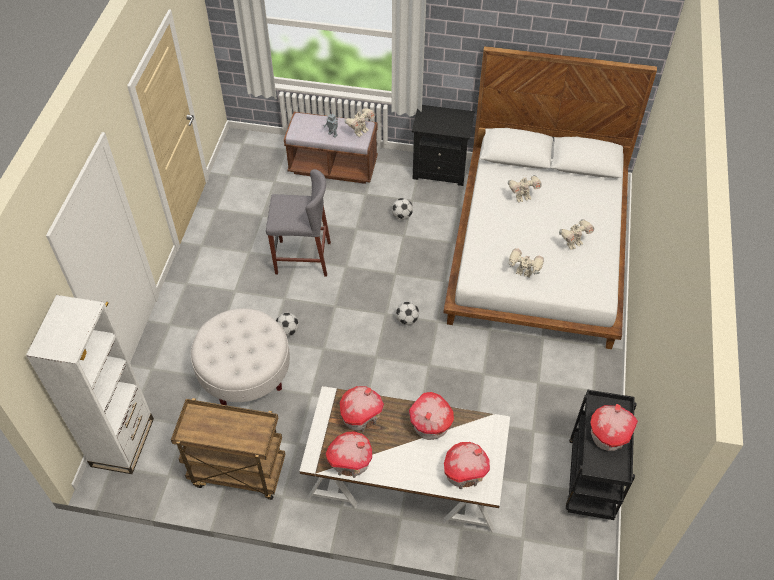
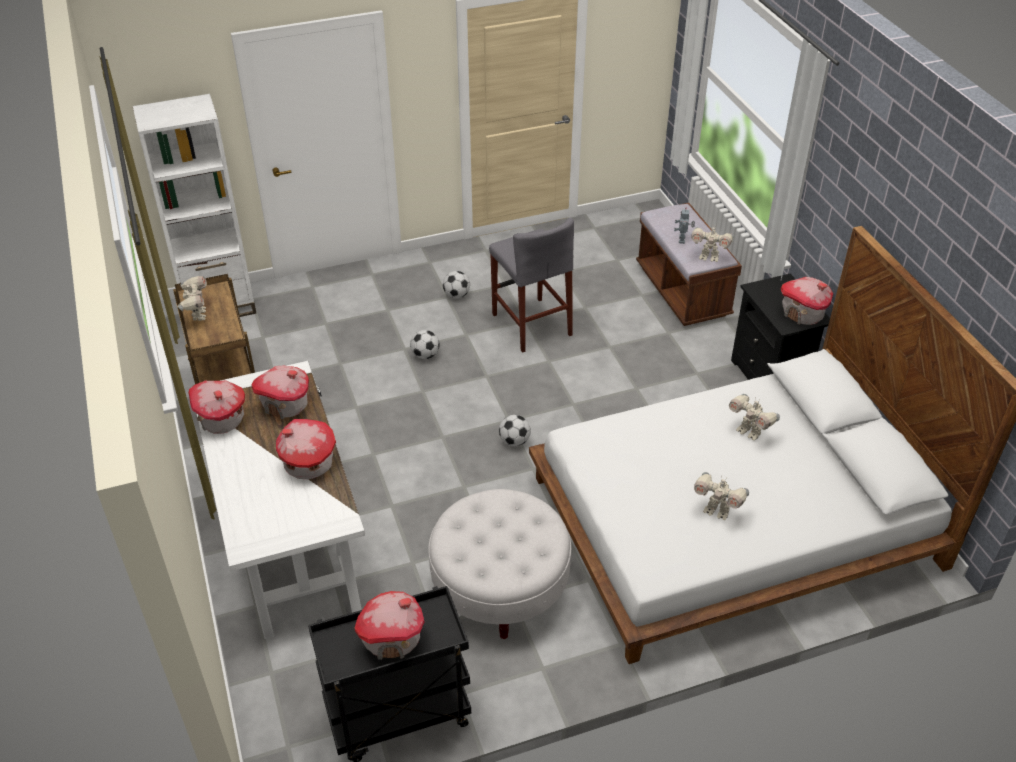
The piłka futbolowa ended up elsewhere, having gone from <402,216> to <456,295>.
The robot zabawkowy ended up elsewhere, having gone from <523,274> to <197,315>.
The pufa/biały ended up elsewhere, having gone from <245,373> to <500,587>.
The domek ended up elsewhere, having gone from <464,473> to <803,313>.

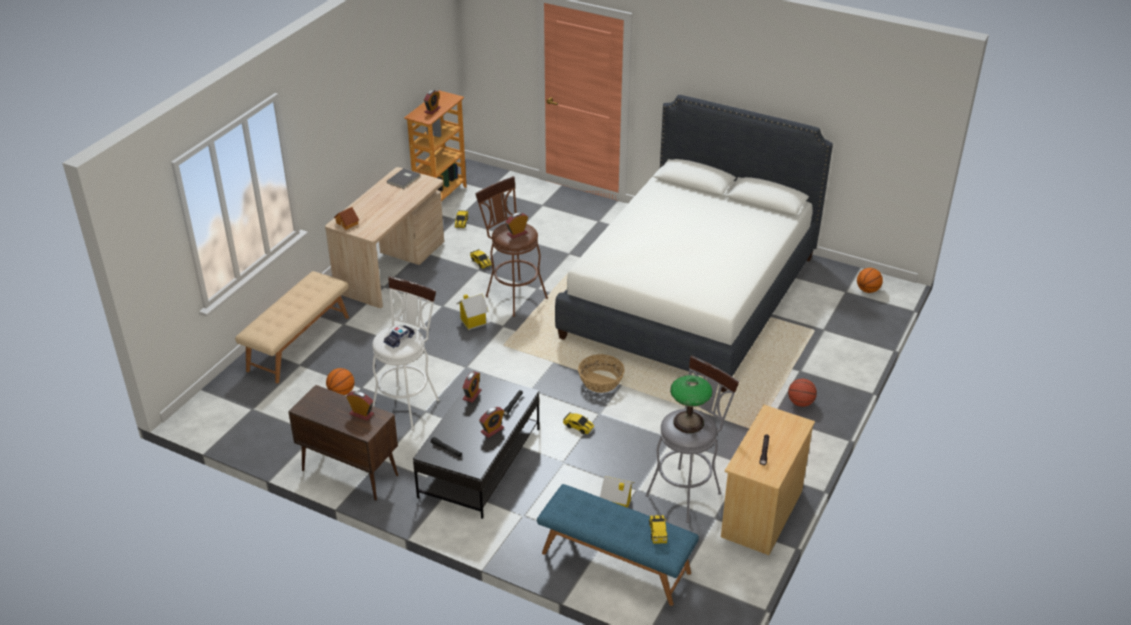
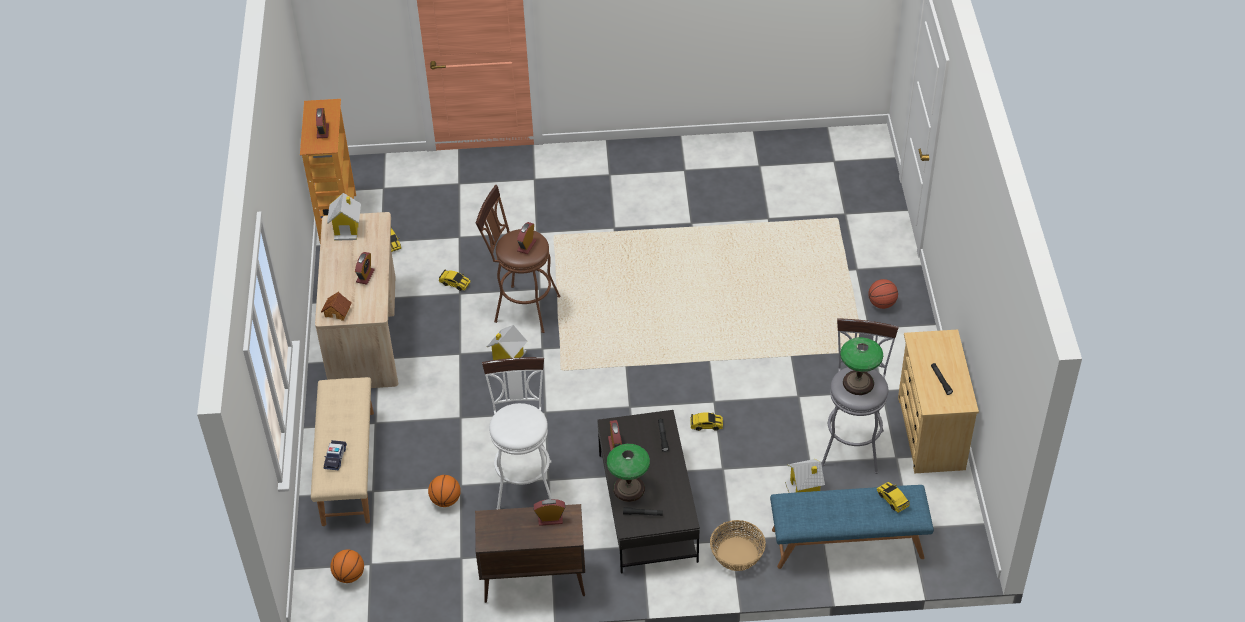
The second view lost the łóżko/biały at <691,296>.
Where the książka/szary stood at <404,179>, the domek came to stand at <347,229>.
The piłka do koszykówki ended up elsewhere, having gone from <867,290> to <349,575>.
The samochodzik ended up elsewhere, having gone from <399,339> to <335,457>.
The koszyk ended up elsewhere, having gone from <601,381> to <737,554>.
The budzik ended up elsewhere, having gone from <492,430> to <365,276>.
The second view gained the lampa stołowa at <629,488>.

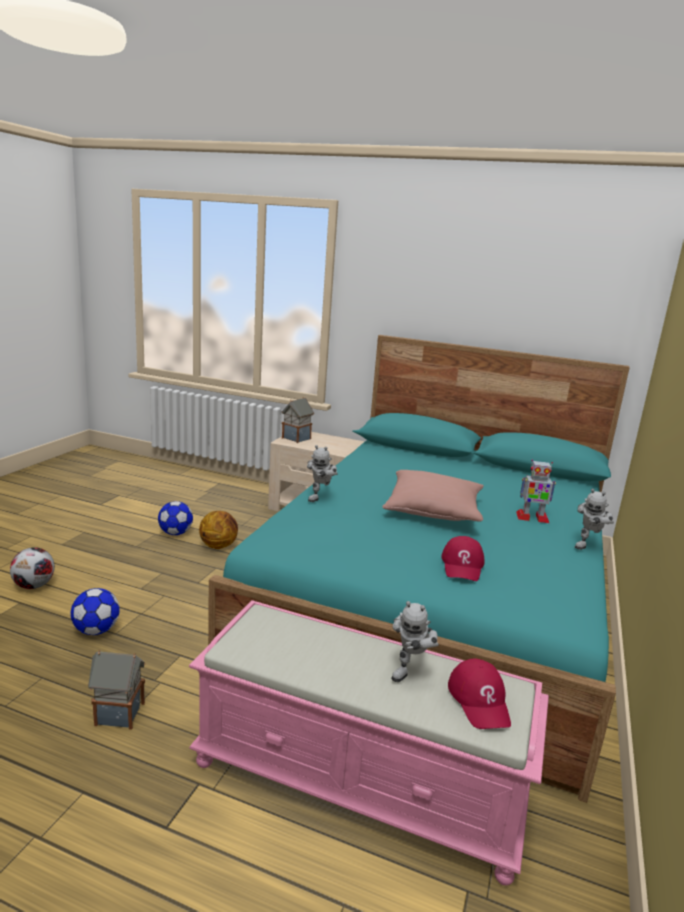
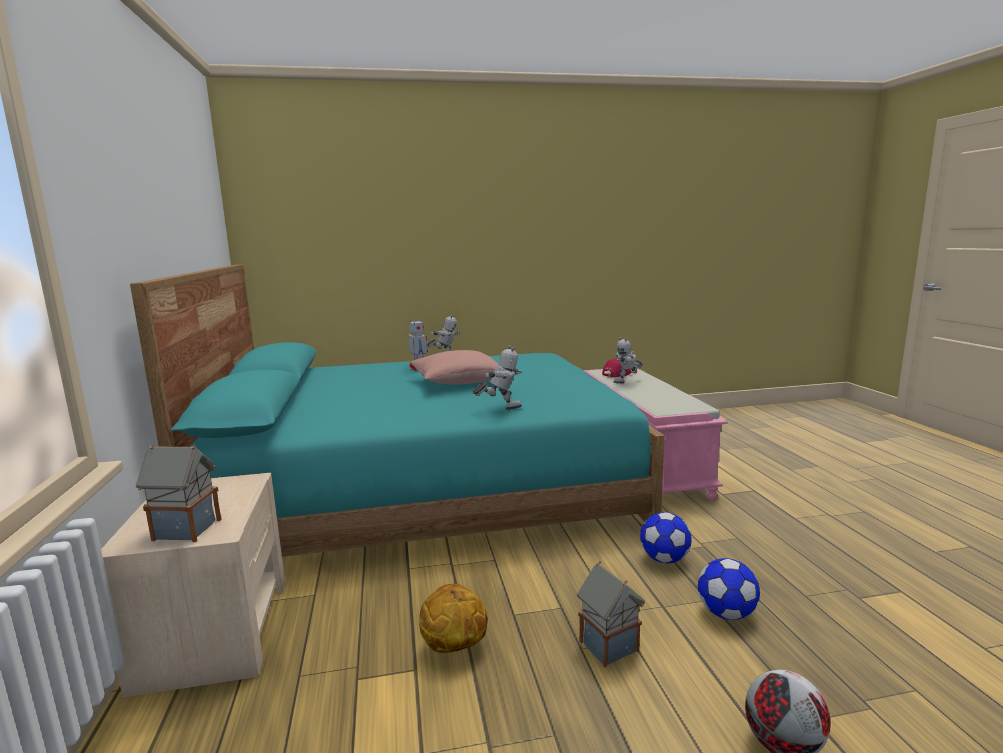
The piłka futbolowa ended up elsewhere, having gone from <175,533> to <664,559>.
The second view lost the czapka z daszkiem/czerwony at <462,565>.
The robot zabawkowy at <410,670> ended up facing another way, 150 degrees clockwise from before.
The domek ended up elsewhere, having gone from <118,714> to <610,647>.

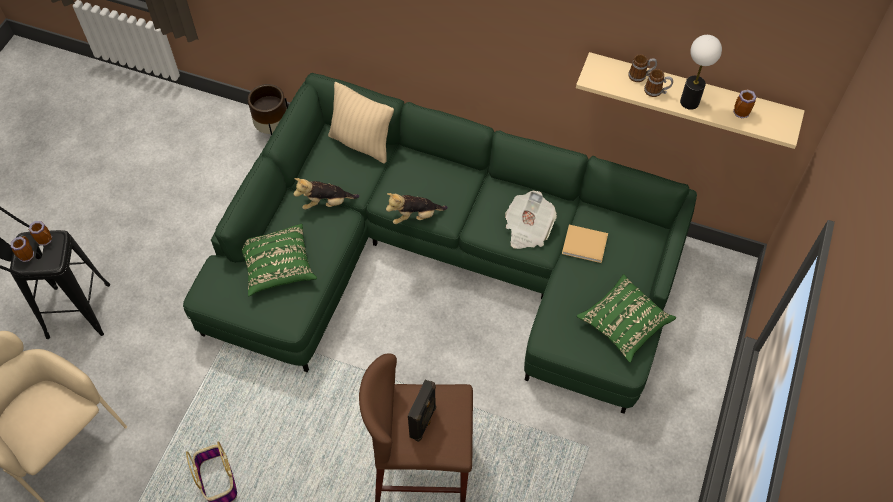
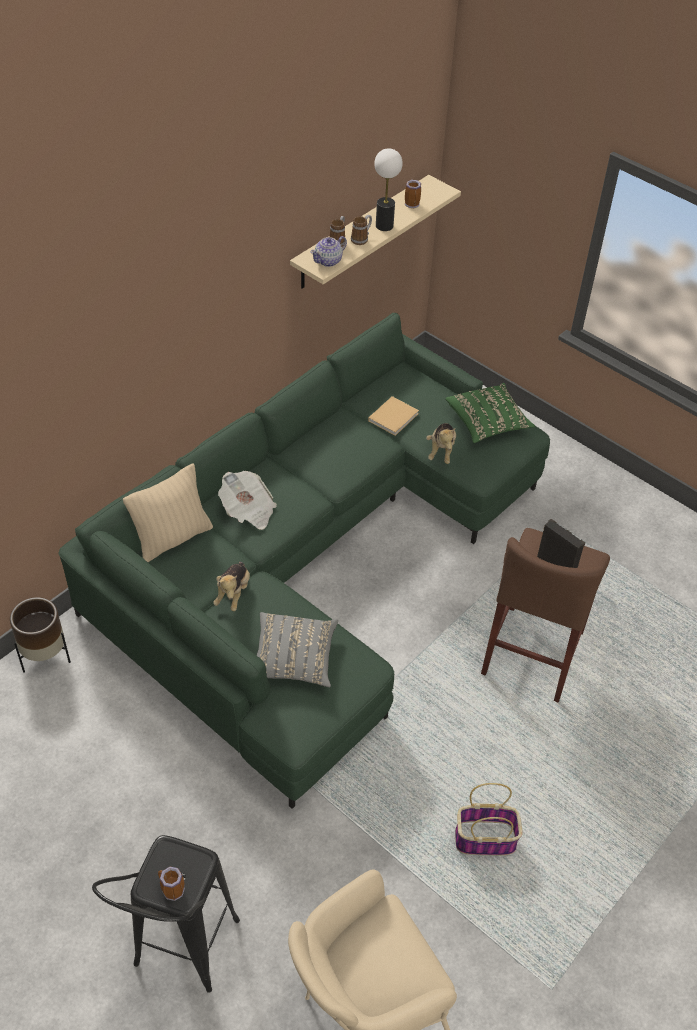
The gazeta ended up elsewhere, having gone from <527,229> to <248,510>.
The pluszak ended up elsewhere, having gone from <415,216> to <441,451>.
The second view lost the kubek at <46,239>.
What was the poduszka/zielony at <278,266> turned into the poduszka/szary at <294,658>.
The second view gained the imbryk at <328,261>.

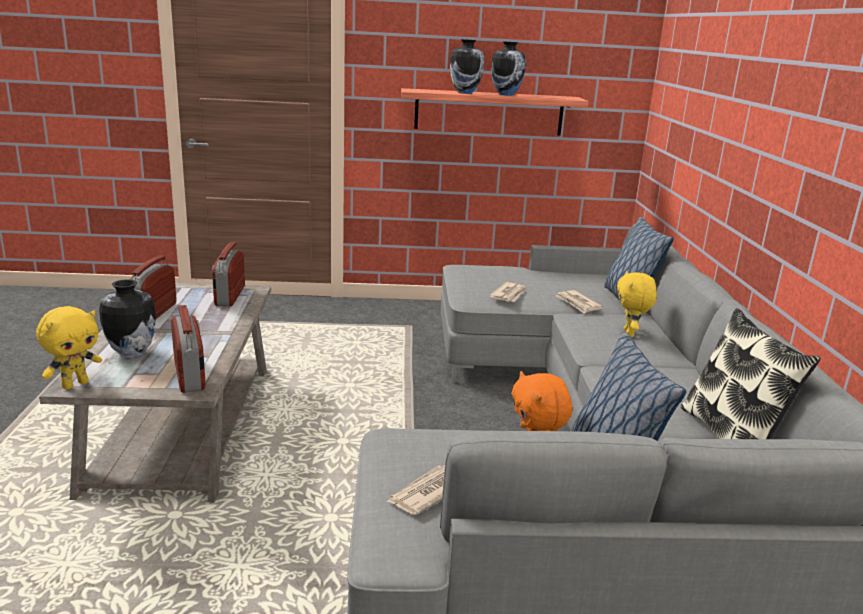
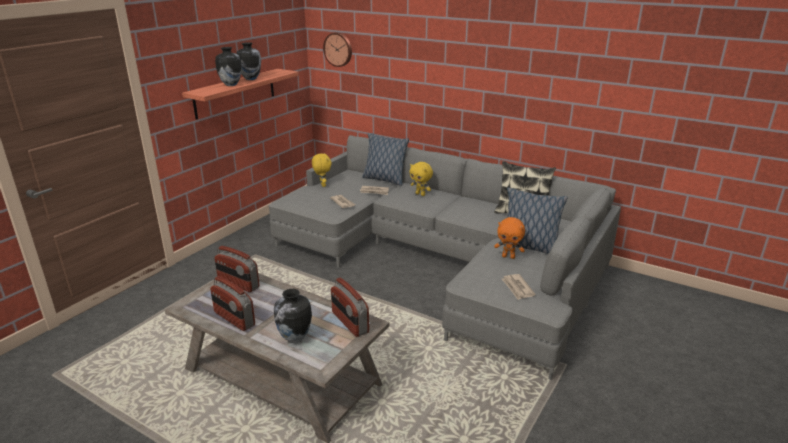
The radio at <190,375> ended up facing another way, 135 degrees counterclockwise from before.
The pluszak/żółty ended up elsewhere, having gone from <75,384> to <322,185>.
The second view gained the zegar ścienny at <338,49>.

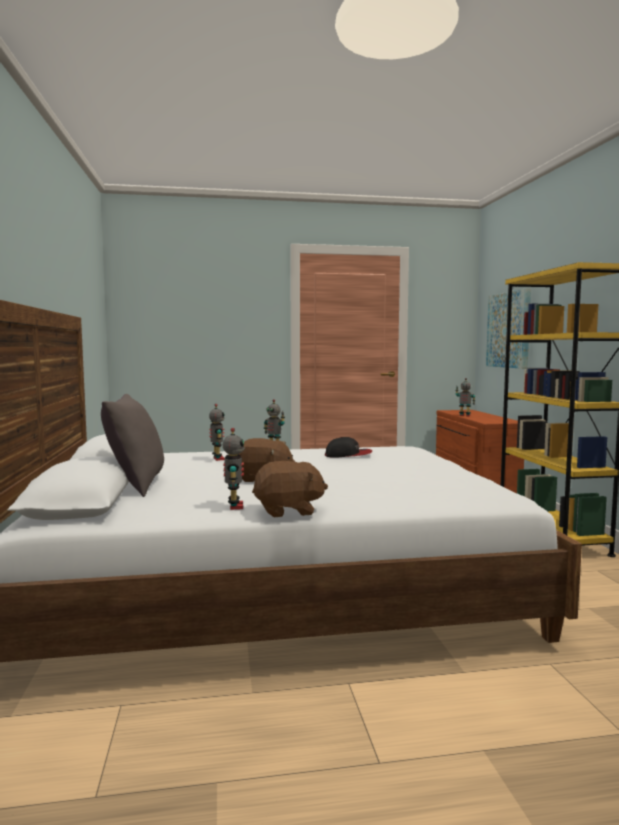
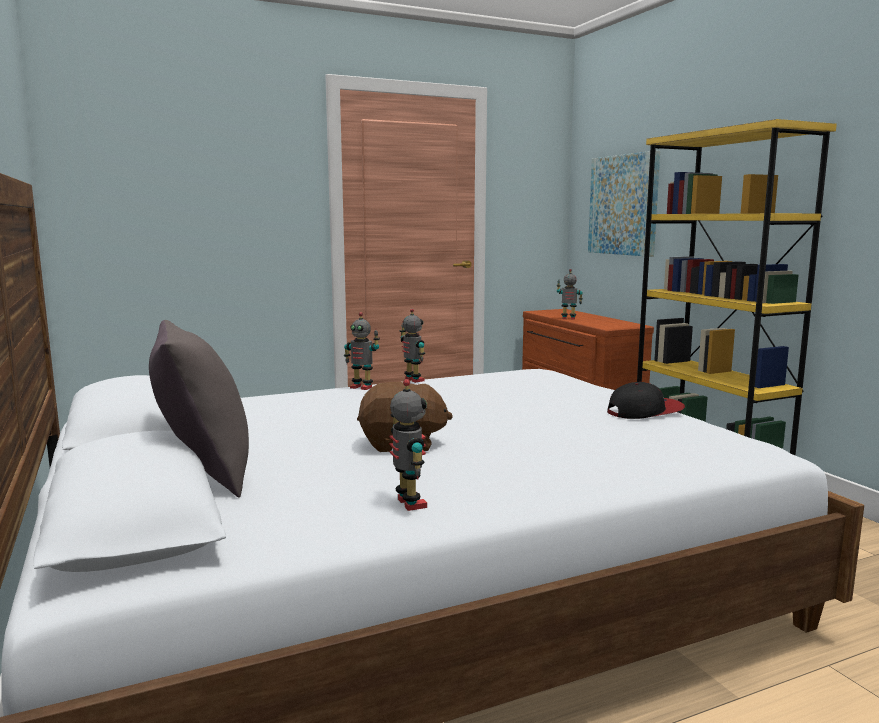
The robot zabawkowy ended up elsewhere, having gone from <217,459> to <413,380>.
The czapka z daszkiem ended up elsewhere, having gone from <348,455> to <645,411>.
The second view lost the pluszak/brązowy at <288,511>.

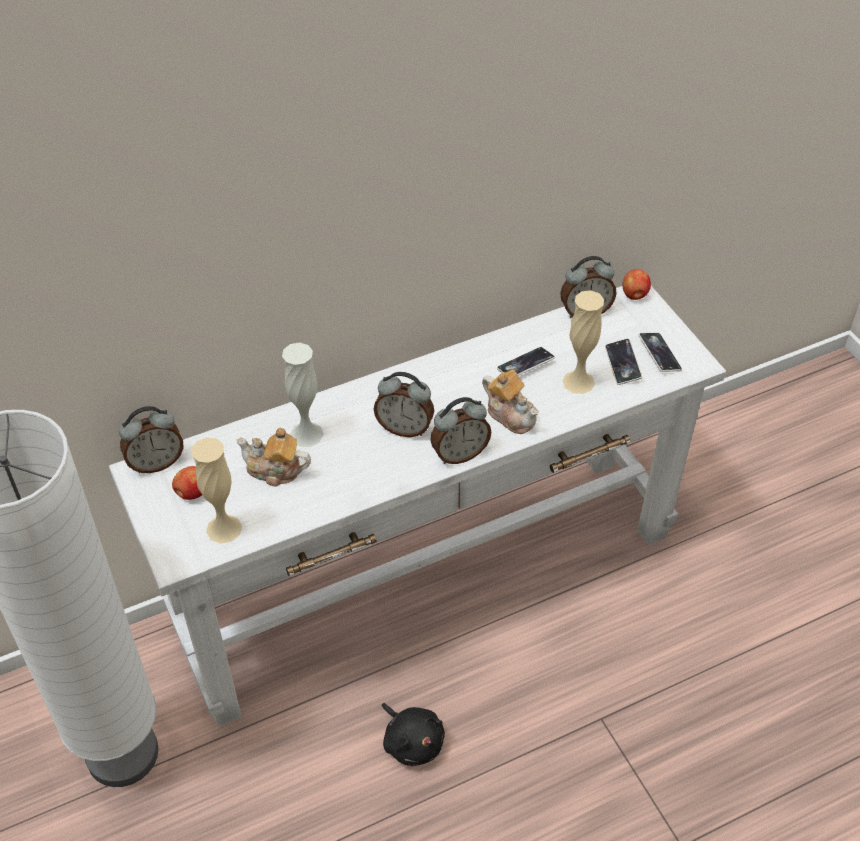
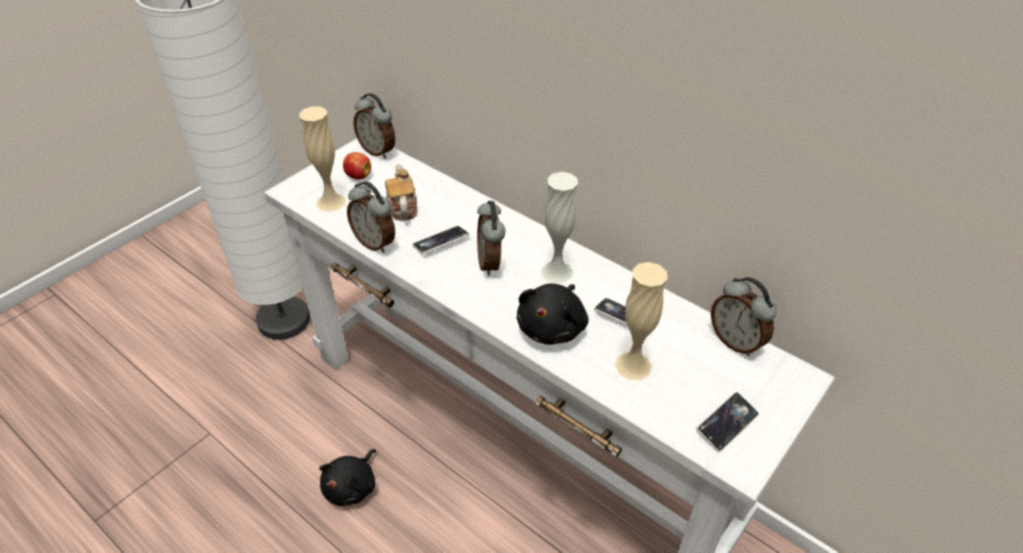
The second view lost the jabłko at <634,295>.
The telefon ended up elsewhere, having gone from <622,364> to <441,242>.
The wazon/biały ended up elsewhere, having gone from <306,434> to <557,272>.
Where the imbryk stood at <510,414>, the pluszak/czarny came to stand at <553,327>.
The budzik ended up elsewhere, having gone from <459,454> to <375,242>.

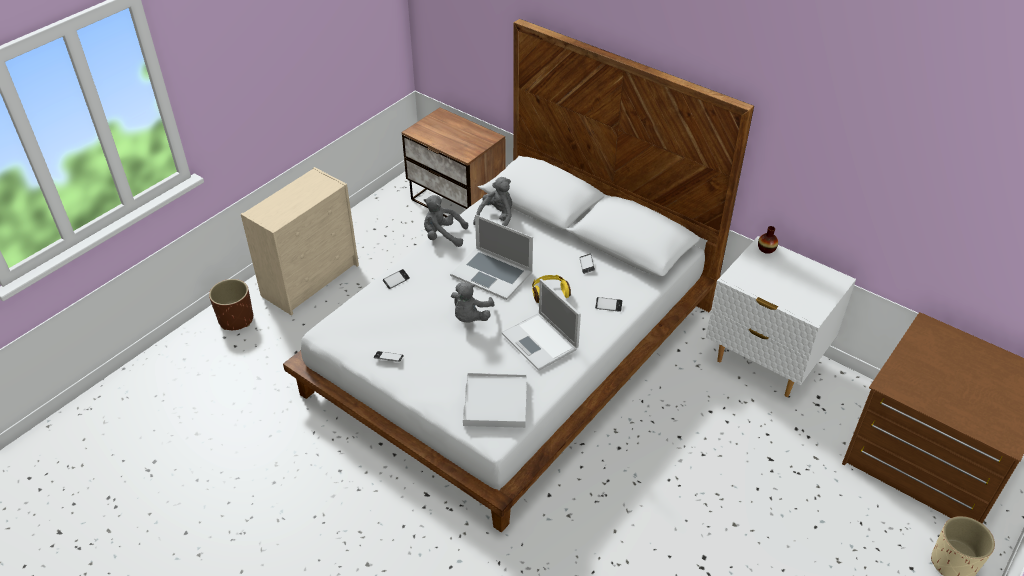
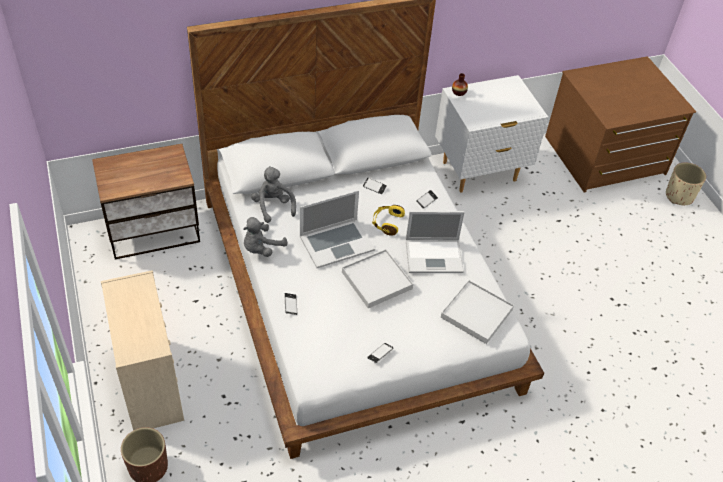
Where the pluszak/szary stood at <470,317>, the taca/biały came to stand at <376,280>.

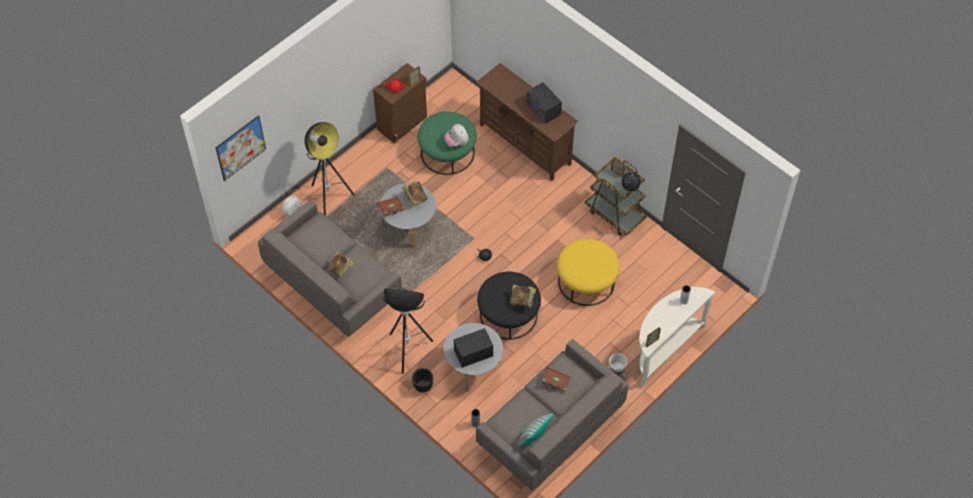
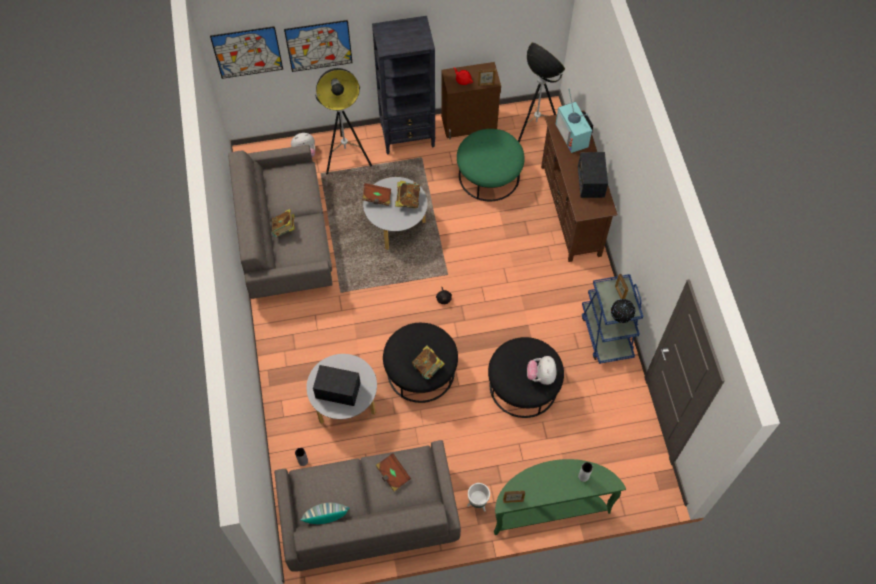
The pluszak ended up elsewhere, having gone from <457,143> to <541,376>.
What was the wózek/brązowy at <615,214> turned into the wózek/niebieski at <606,334>.
What was the pufa/żółty at <586,281> turned into the pufa/czarny at <523,386>.
What was the stolik konsolowy/biały at <664,348> turned into the stolik konsolowy/zielony at <548,508>.
The lampa stojąca ended up elsewhere, having gone from <408,351> to <534,131>.
The second view lost the donica/czarny at <422,386>.
The second view gained the regał/czarny at <408,136>.
The second view gained the obraz at <319,46>.
The second view gained the telewizor at <574,135>.

